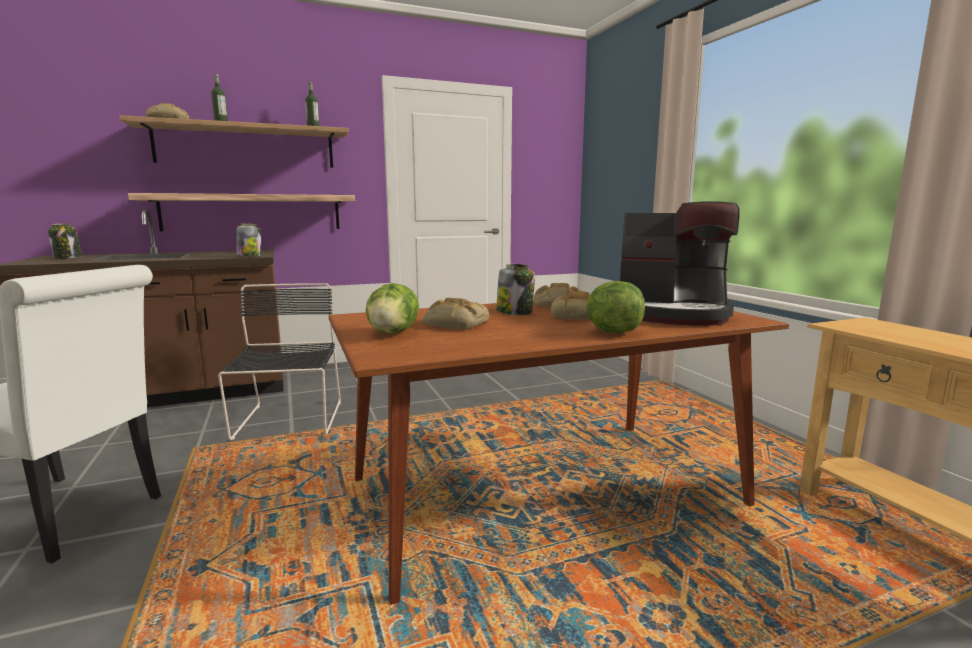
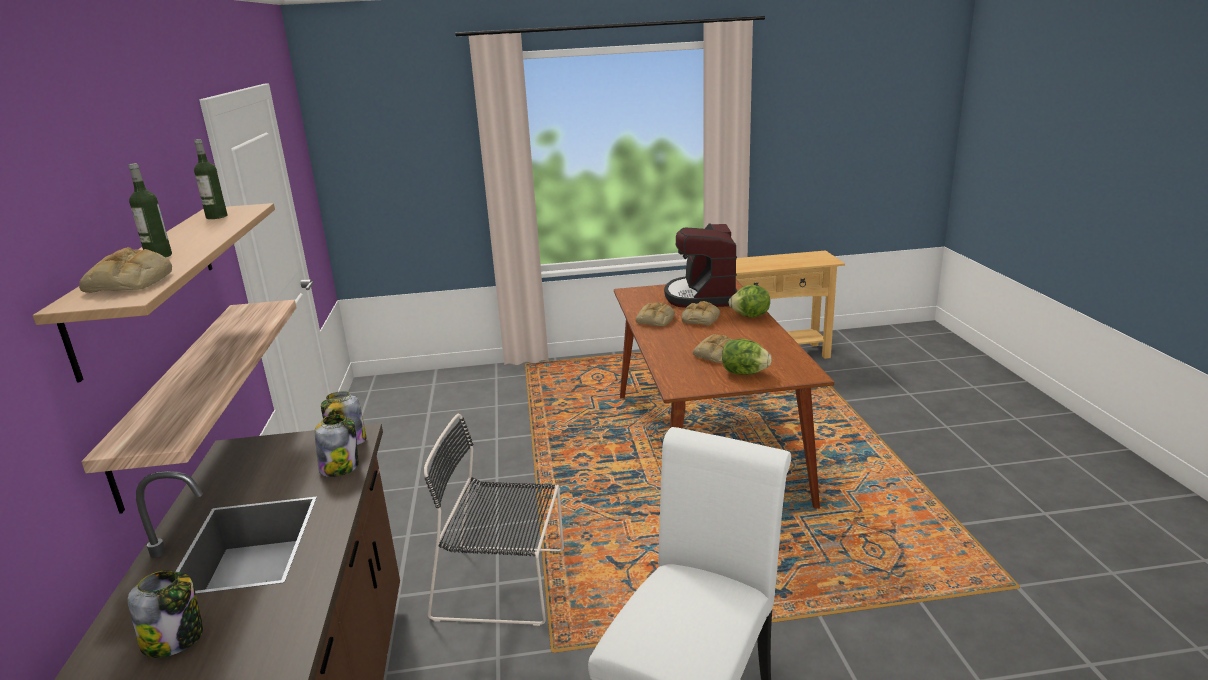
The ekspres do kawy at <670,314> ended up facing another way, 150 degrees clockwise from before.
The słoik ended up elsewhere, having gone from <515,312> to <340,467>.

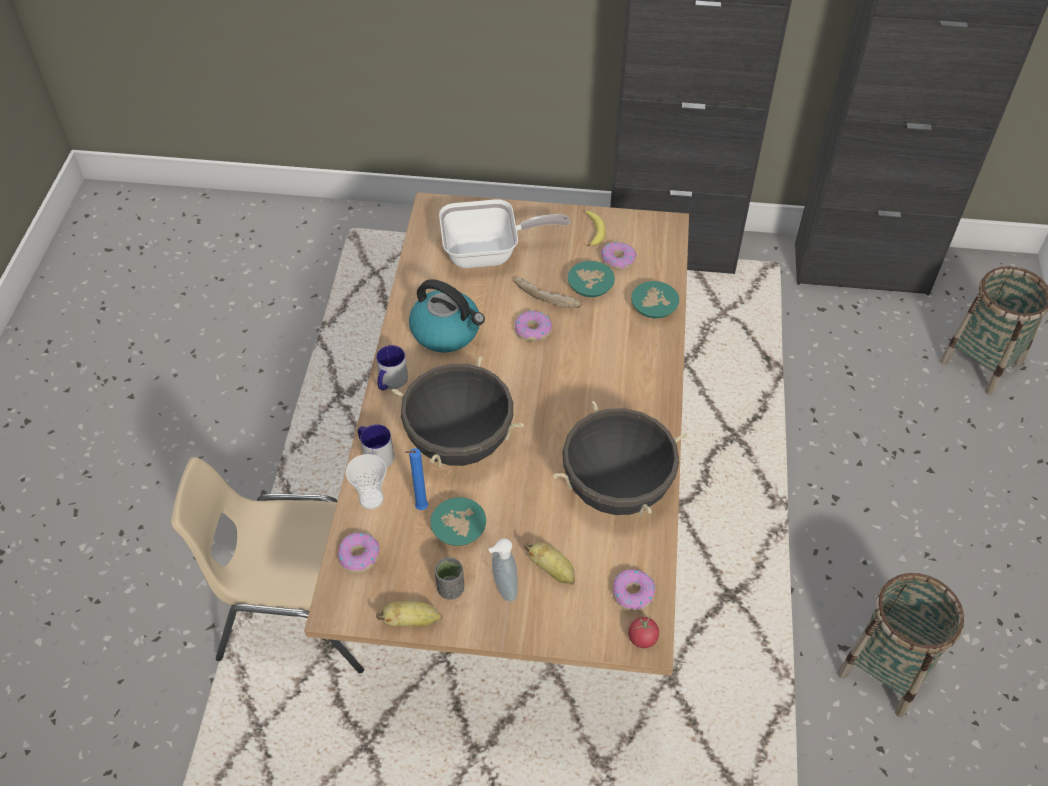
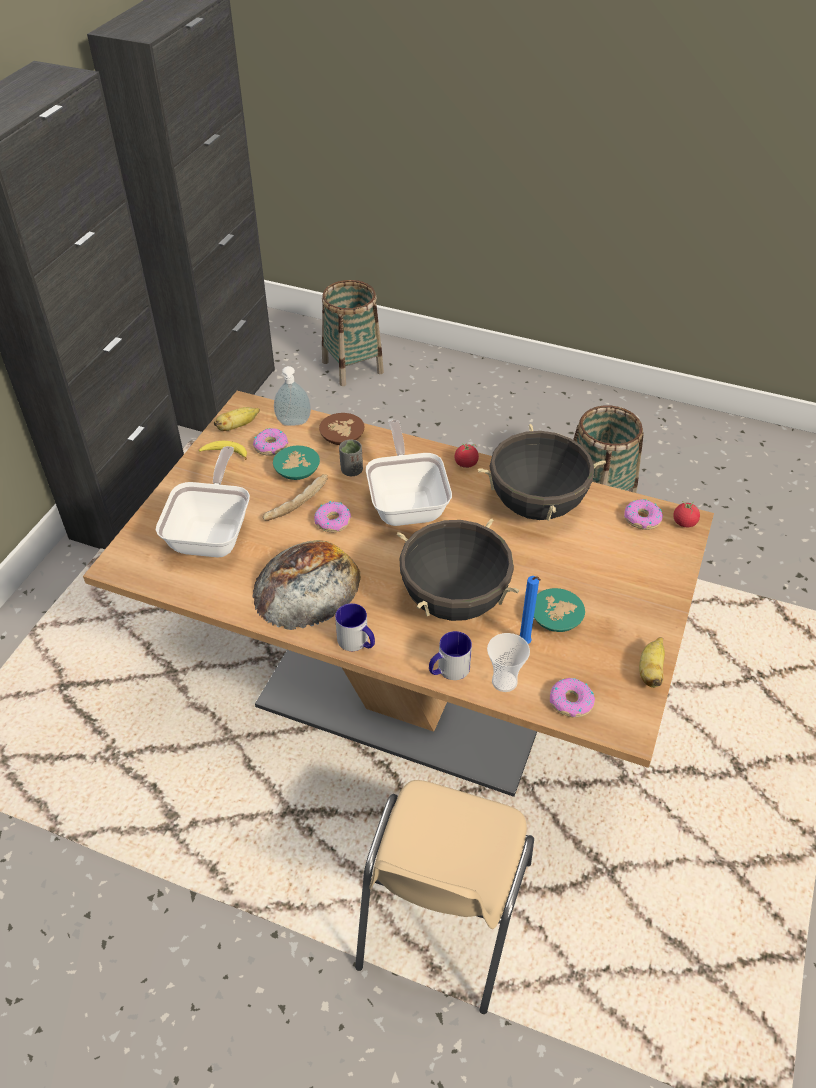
Where the czajnik stood at <447,331>, the chleb came to stand at <306,585>.
What was the miska/turkusowy at <652,309> turned into the miska/brązowy at <343,438>.
The dozownik mydła ended up elsewhere, having gone from <503,588> to <294,423>.
The banan ended up elsewhere, having gone from <552,570> to <237,426>.
The filiżanka/szary ended up elsewhere, having gone from <450,588> to <351,470>.
The second view gained the patelnia at <407,502>.
The second view gained the pomidor at <466,463>.

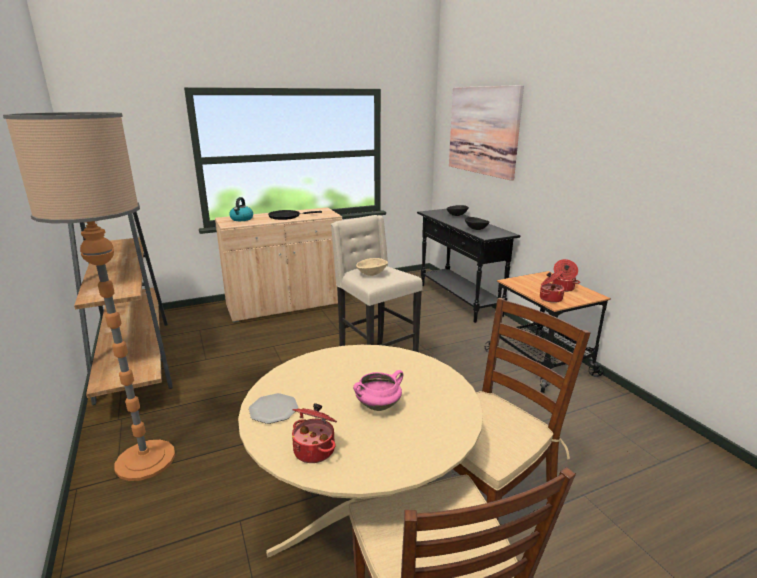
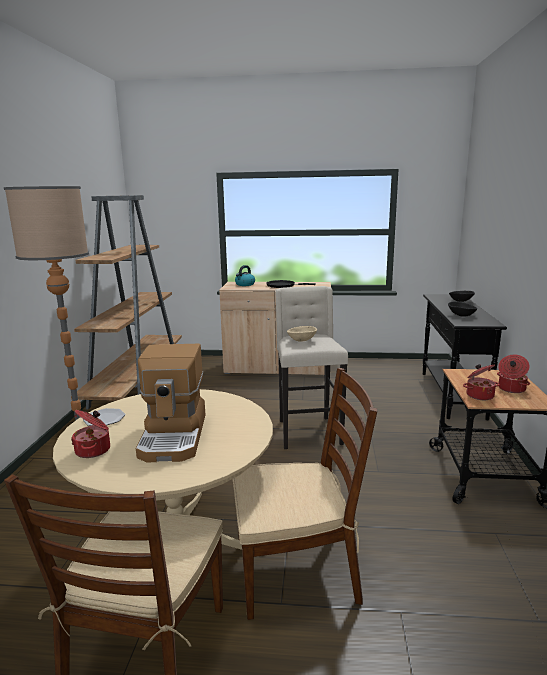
The second view lost the obraz at <483,130>.
Where the garnek/różowy stood at <378,405>, the ekspres do kawy came to stand at <175,436>.

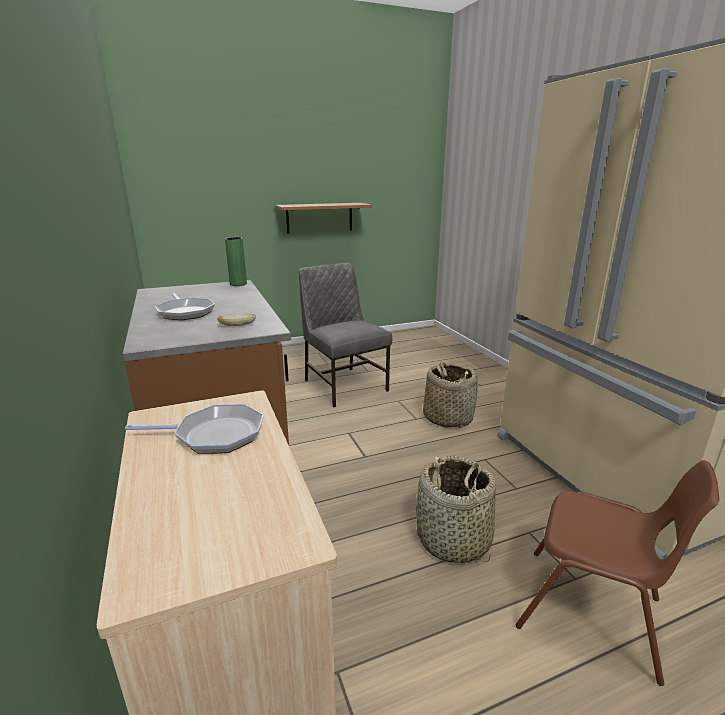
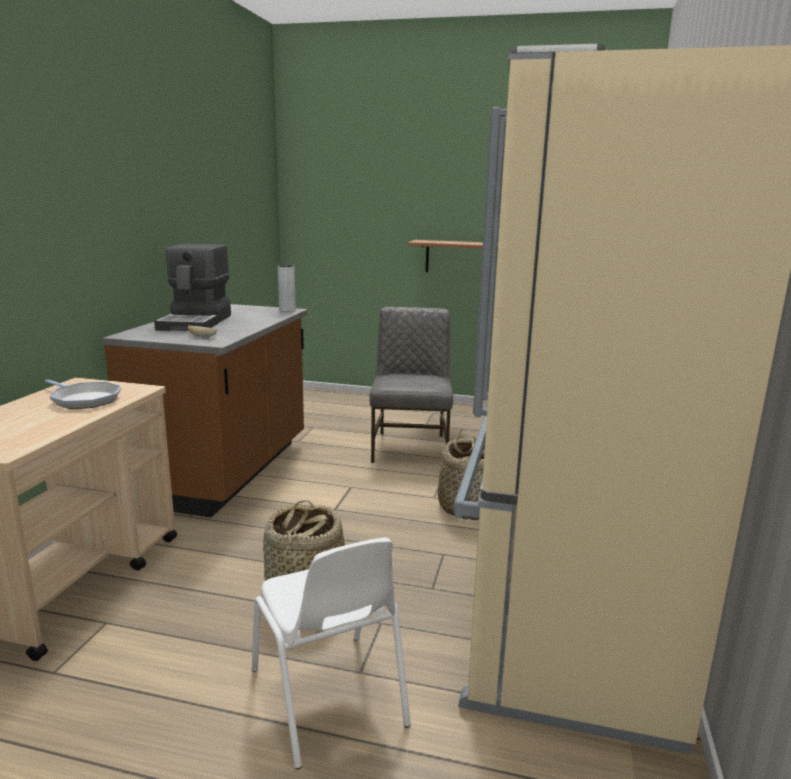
What was the wazon/zielony at <238,284> turned into the wazon/szary at <287,310>.
Where the patelnia stood at <185,312>, the ekspres do kawy came to stand at <197,322>.
What was the krzesło/brązowy at <591,613> turned into the krzesło/biały at <329,698>.

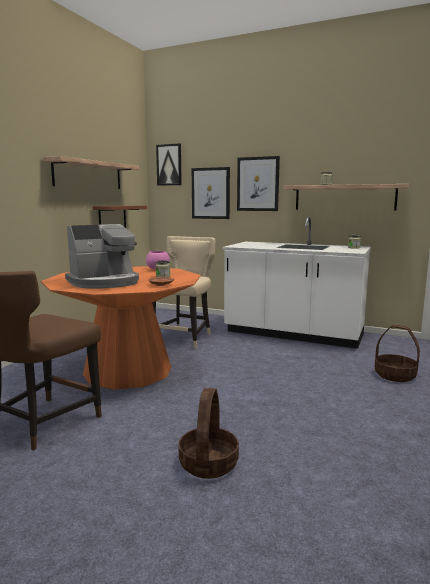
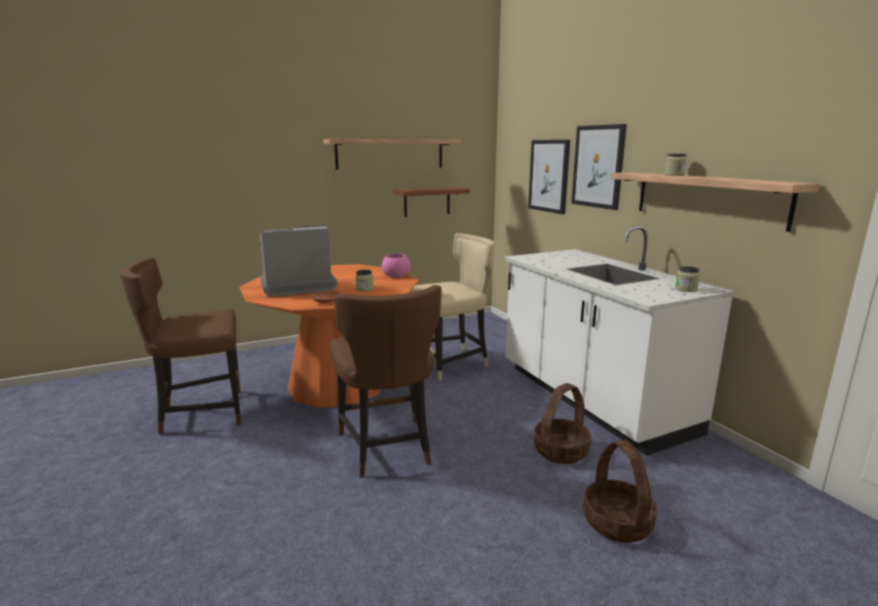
The second view lost the obraz at <169,165>.
The ekspres do kawy at <105,282> ended up facing another way, 150 degrees clockwise from before.
The koszyk ended up elsewhere, having gone from <209,463> to <561,451>.
The second view gained the krzesło/brązowy at <387,449>.

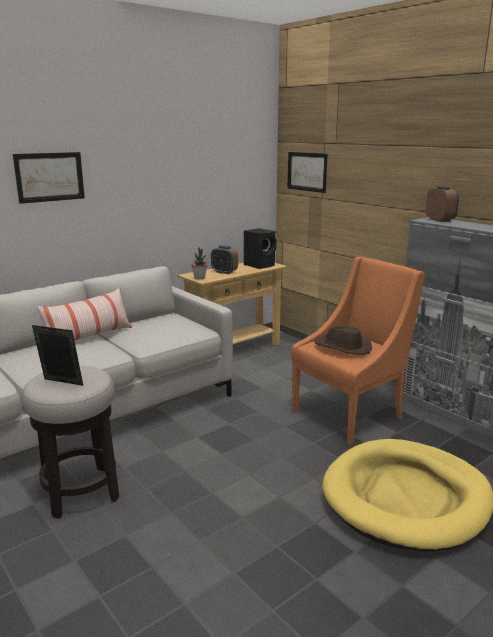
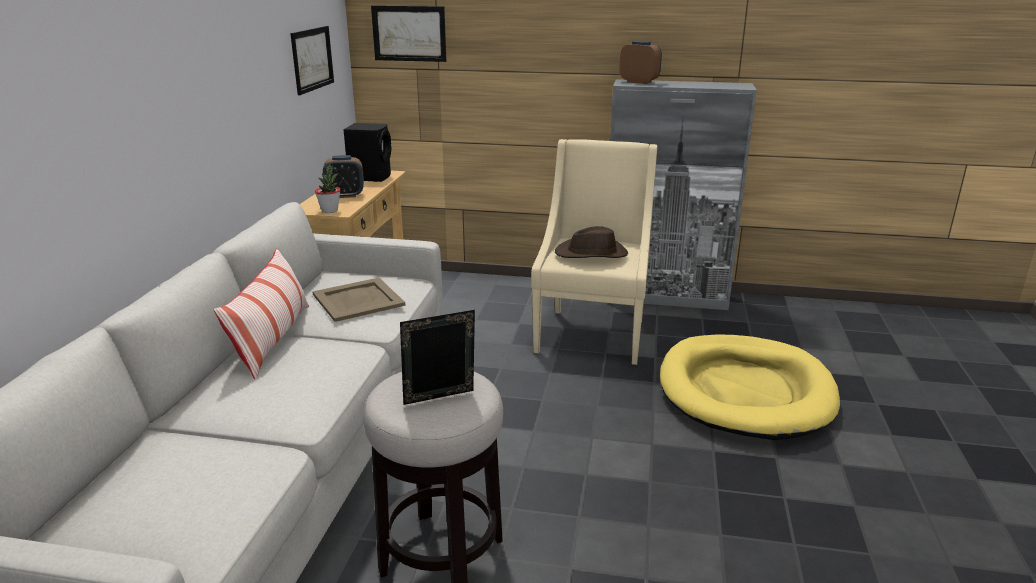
The obraz ended up elsewhere, having gone from <50,177> to <312,59>.
What was the fotel/pomarańczowy at <350,414> turned into the fotel/beżowy at <592,334>.
The second view gained the taca/beżowy at <358,299>.

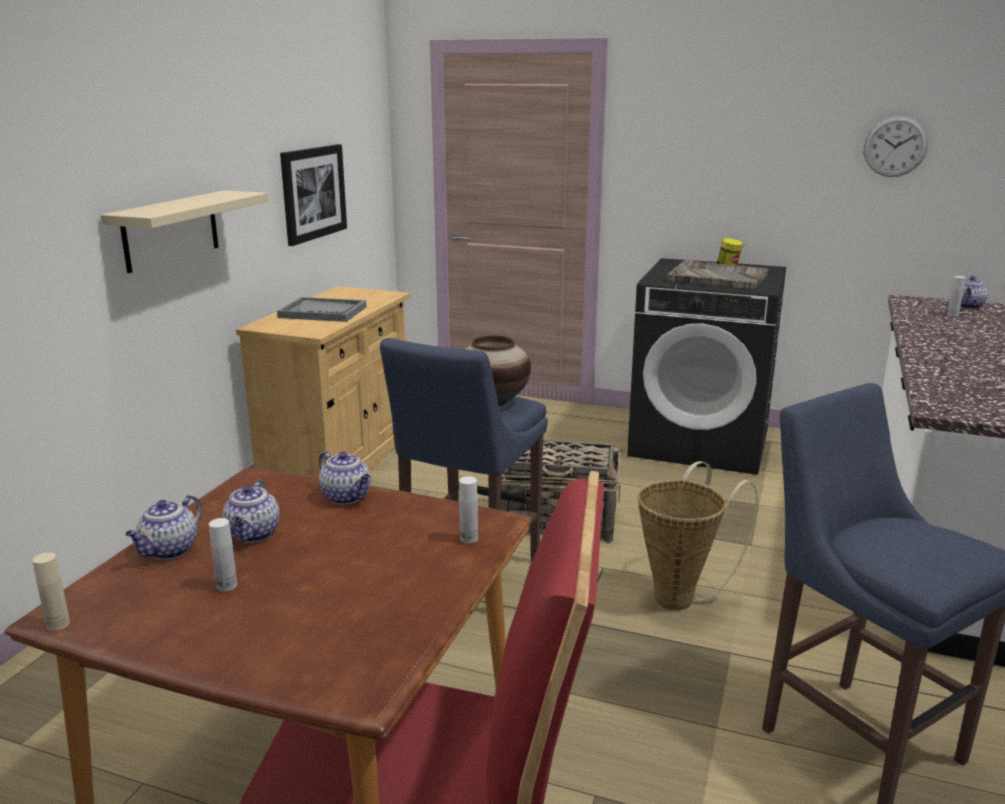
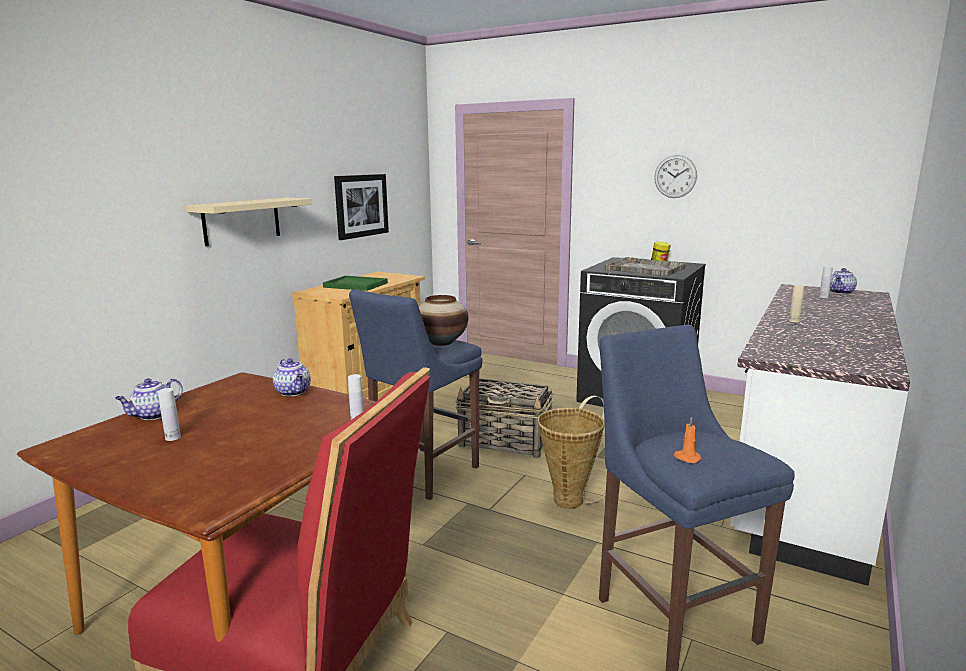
The zegar ścienny ended up elsewhere, having gone from <895,146> to <675,176>.
What was the taca/szary at <323,312> turned into the taca/zielony at <356,285>.
The second view lost the imbryk at <253,534>.
The butelka/beżowy ended up elsewhere, having gone from <58,624> to <794,321>.
The second view gained the świeca/pomarańczowy at <686,458>.

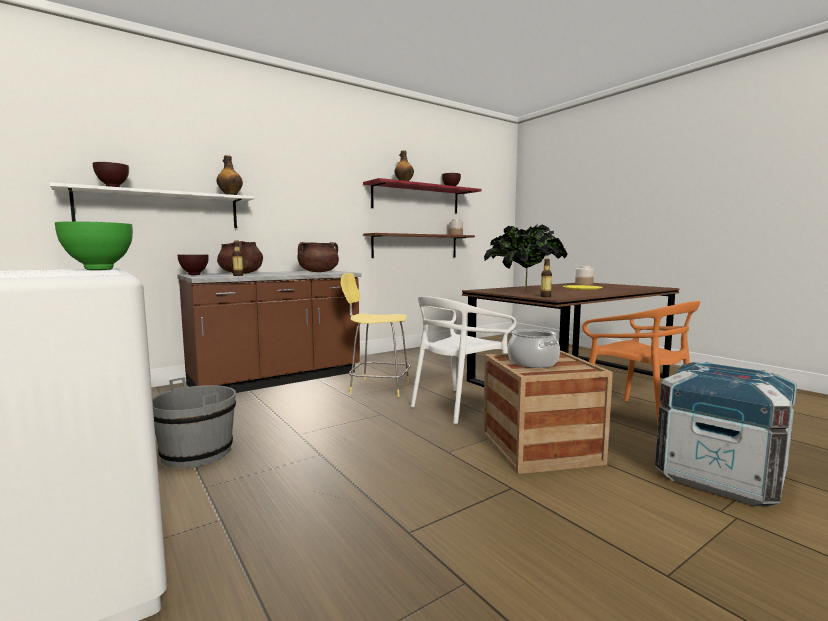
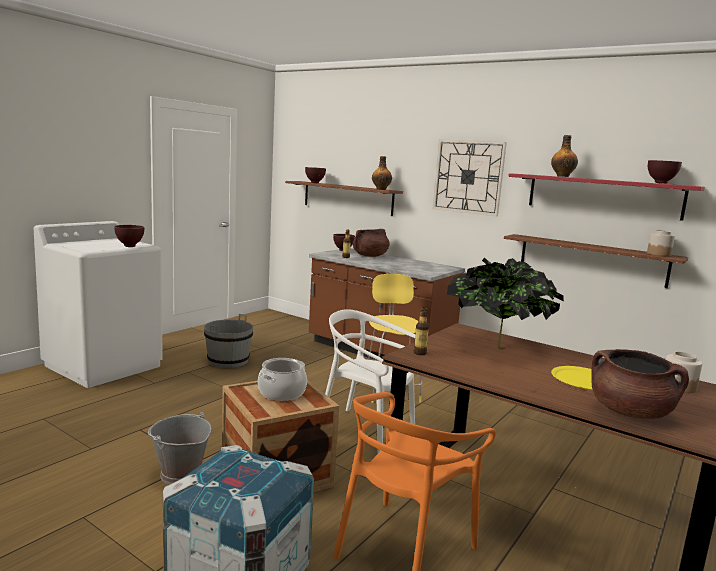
What was the półka/biały at <160,209> turned into the półka/brązowy at <347,198>.
What was the miska/zielony at <98,270> turned into the miska/brązowy at <130,246>.
The garnek/brązowy ended up elsewhere, having gone from <318,272> to <630,412>.
The second view gained the zegar ścienny at <468,177>.
The second view gained the wiadro/szary at <180,474>.

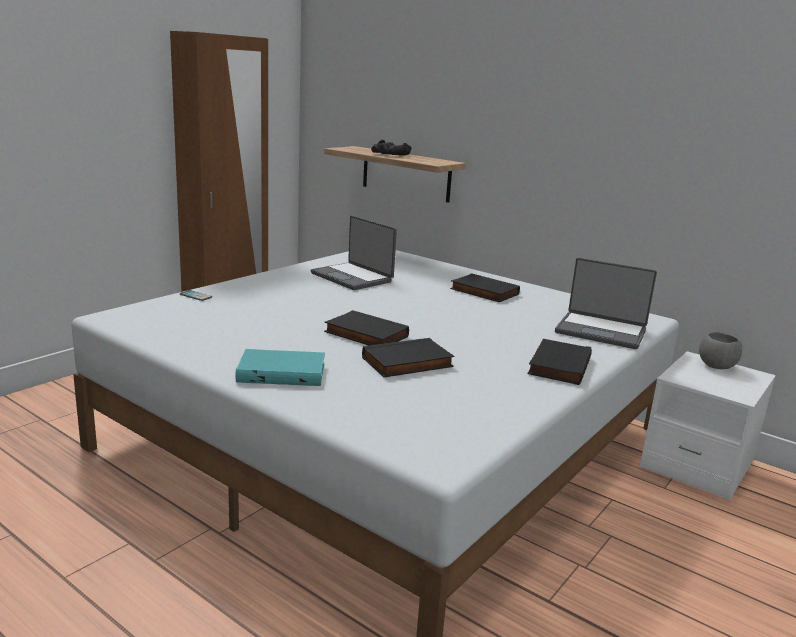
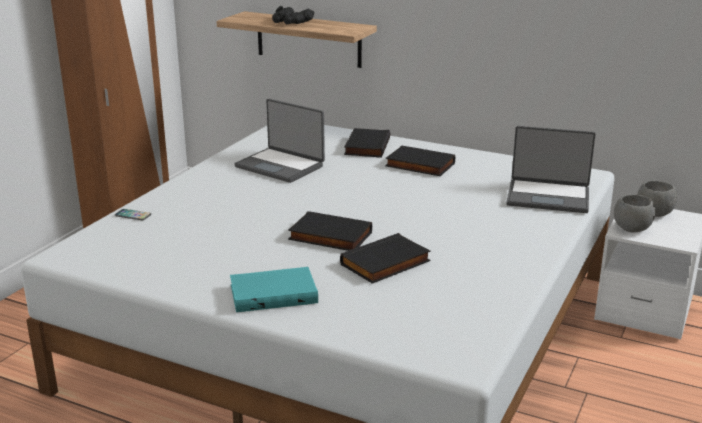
The książka/czarny ended up elsewhere, having gone from <557,365> to <366,146>.
The second view gained the miska/szary at <631,228>.

